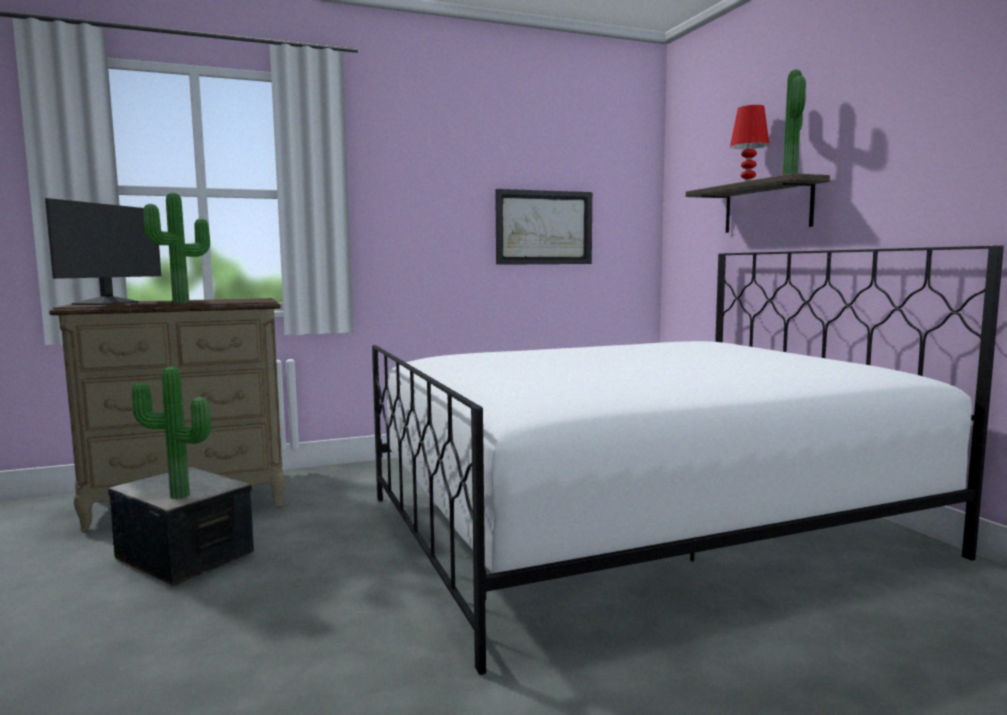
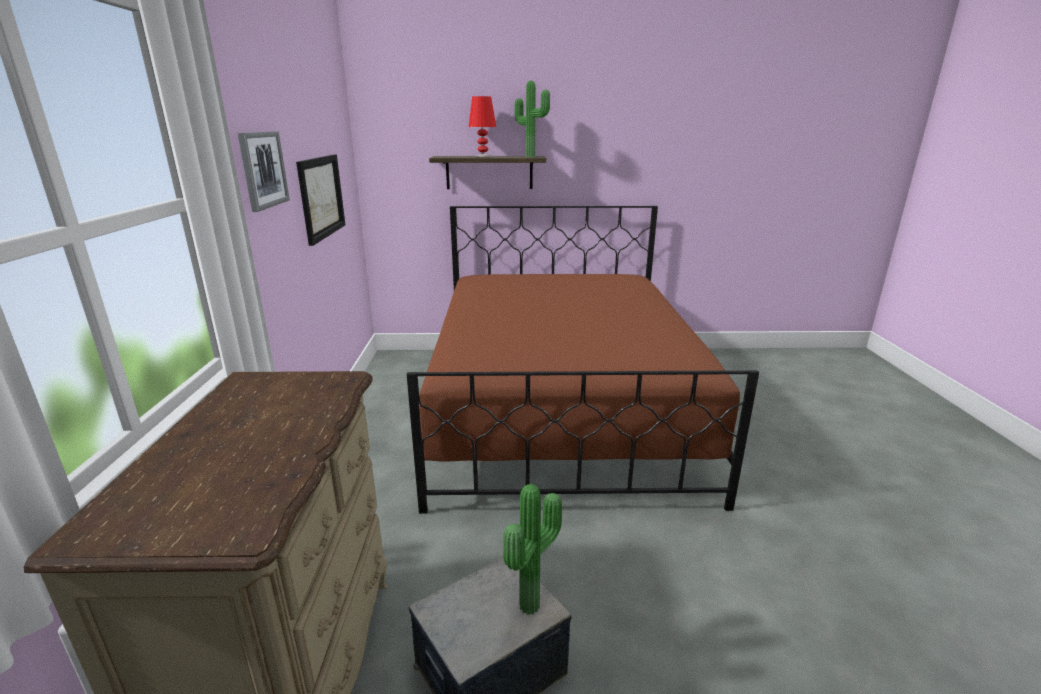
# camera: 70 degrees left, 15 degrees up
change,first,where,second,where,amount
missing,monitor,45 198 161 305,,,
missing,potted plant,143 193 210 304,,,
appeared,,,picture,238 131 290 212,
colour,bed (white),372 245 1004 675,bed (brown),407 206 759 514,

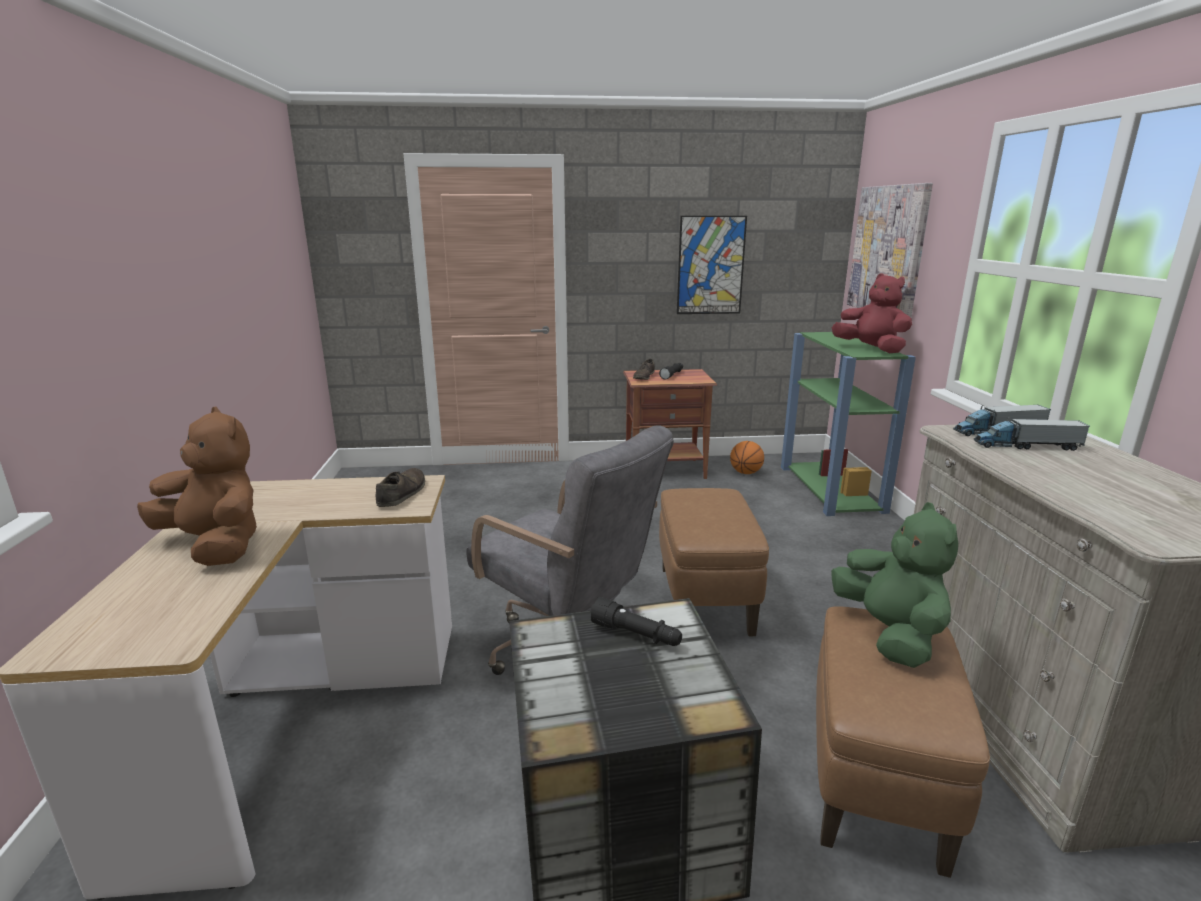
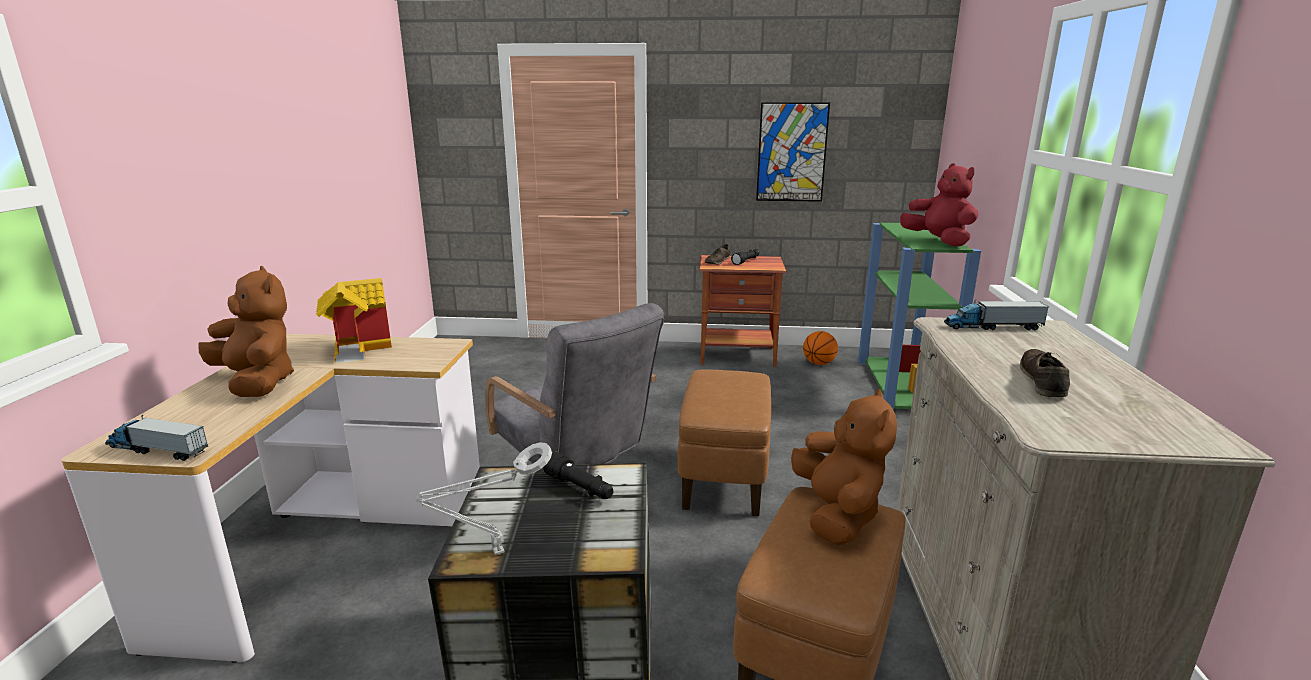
# camera: 10 degrees right, 0 degrees up
change,first,where,second,where,amount
missing,picture,847 183 933 317,,,
appeared,,,toy house,316 278 392 364,
appeared,,,table lamp (grey),416 443 552 555,
relocated,shoe (brown),376 468 425 507,,1020 349 1070 397,
relocated,toy truck,974 417 1090 451,,105 415 208 461,
colour,plush toy (green),831 502 958 668,plush toy (brown),791 389 897 546,

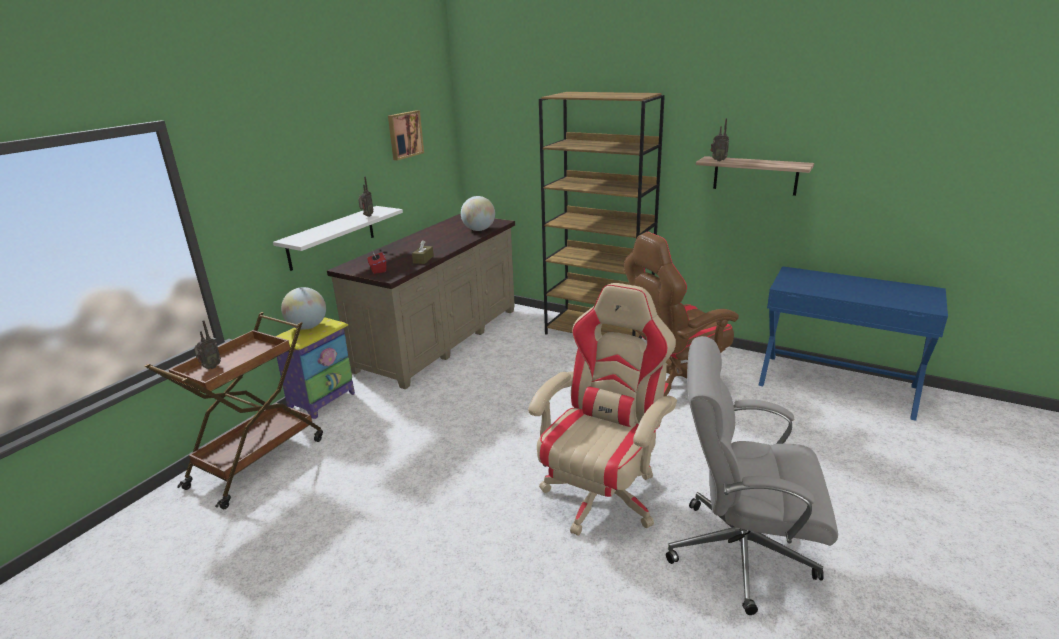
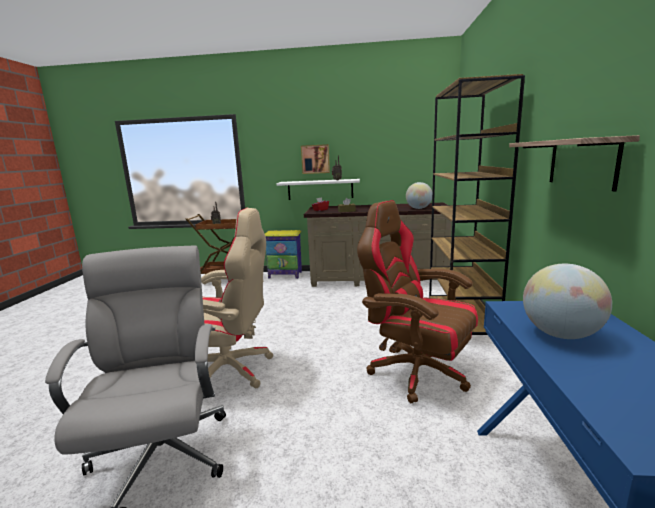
# camera: 65 degrees right, 10 degrees down
change,first,where,second,where,amount
missing,radio,711 118 729 161,,,
relocated,globe,281 287 326 330,,523 263 612 339,
relocated,picture,388 110 424 160,,301 144 330 174,

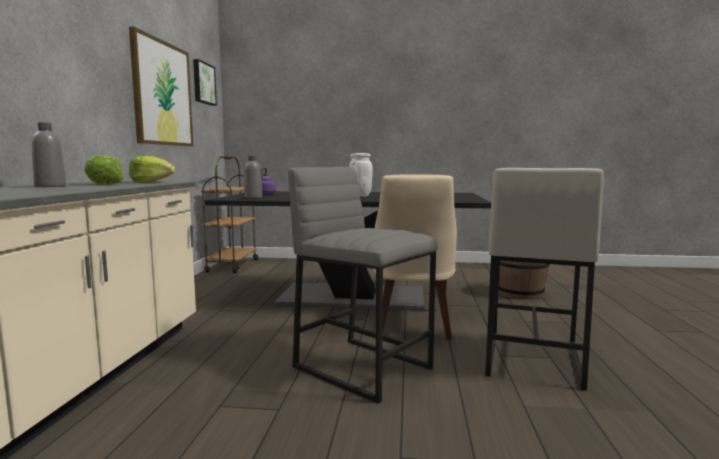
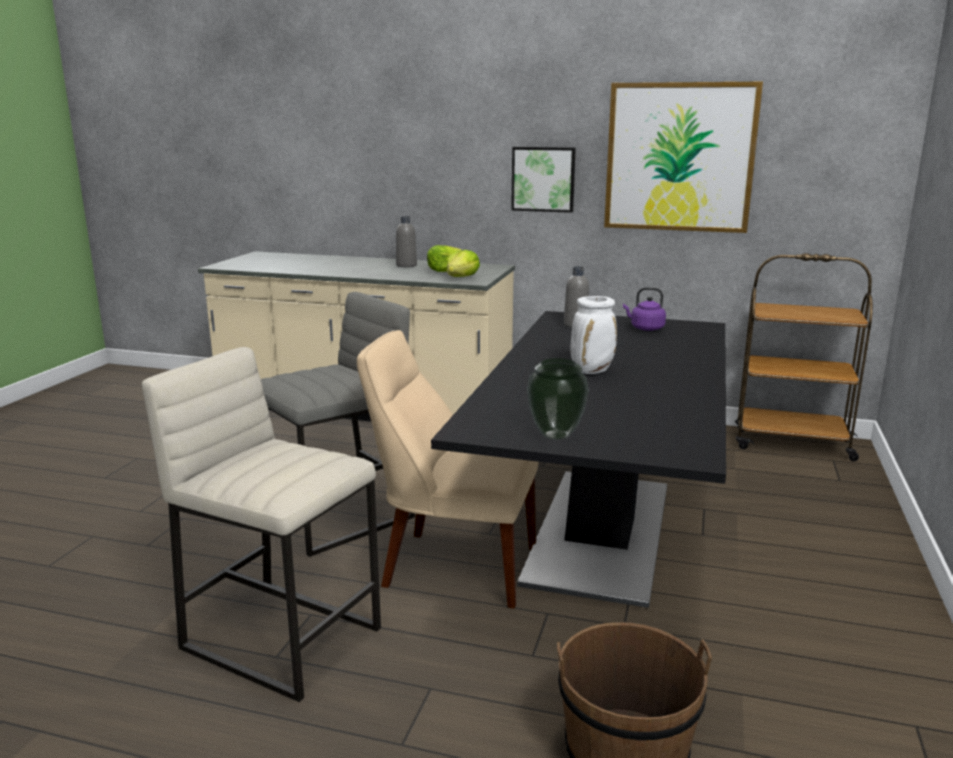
# camera: 100 degrees right, 10 degrees up
change,first,where,second,where,amount
appeared,,,vase,527 358 589 440,
relocated,picture,193 59 217 106,,511 147 576 213,

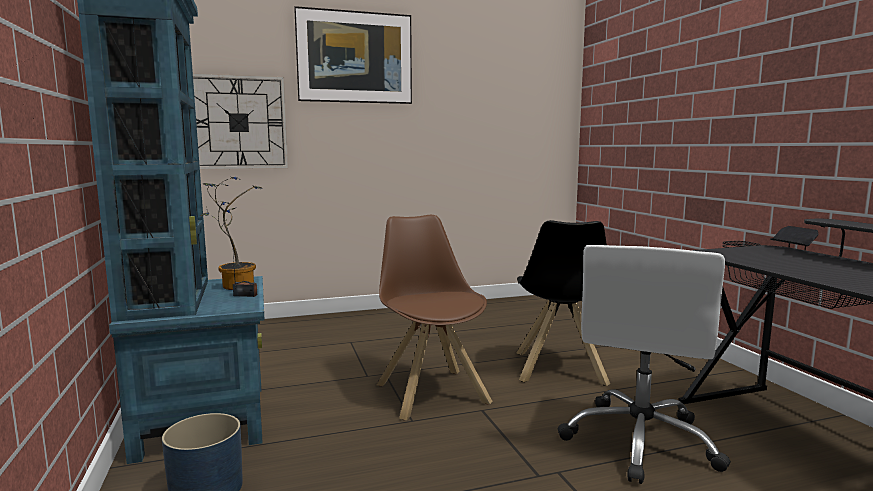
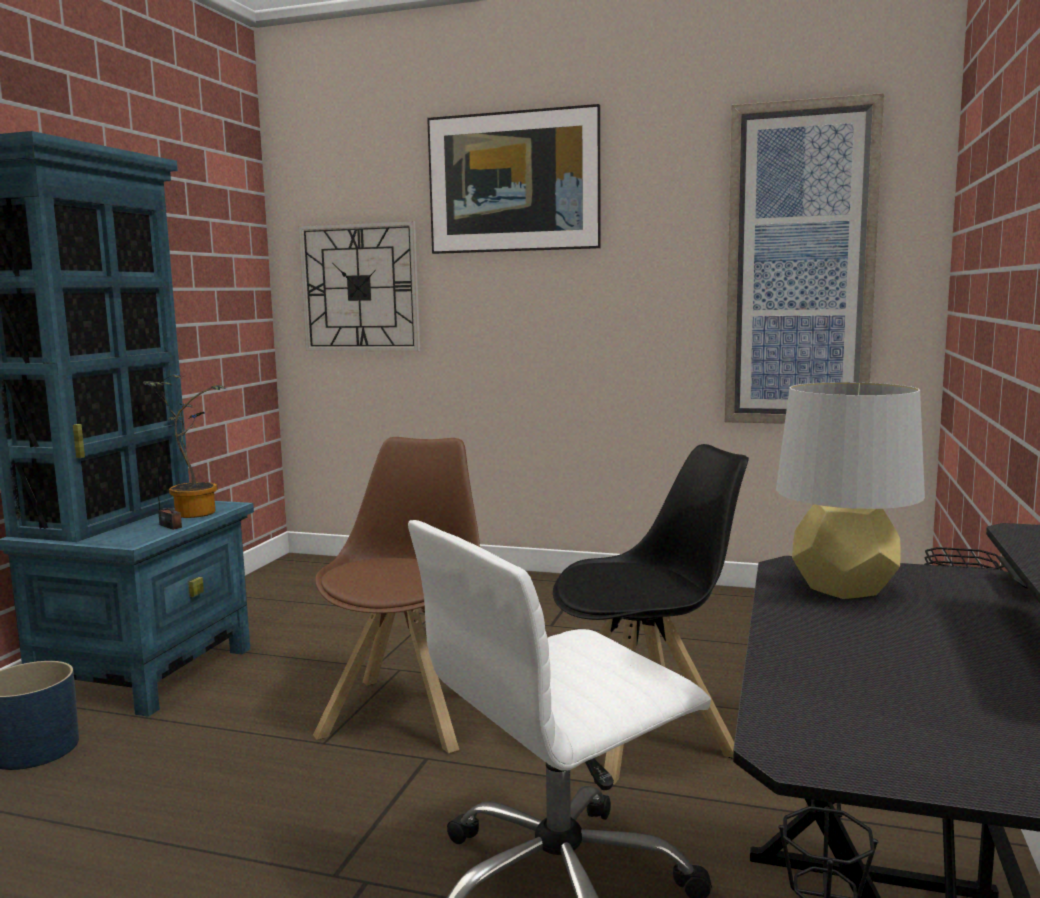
# camera: 35 degrees right, 0 degrees up
change,first,where,second,where,amount
appeared,,,picture,725 93 884 424,
appeared,,,table lamp (grey),776 382 925 599,
spun,chair (black),517 220 610 386,,553 444 749 785,150 degrees counterclockwise

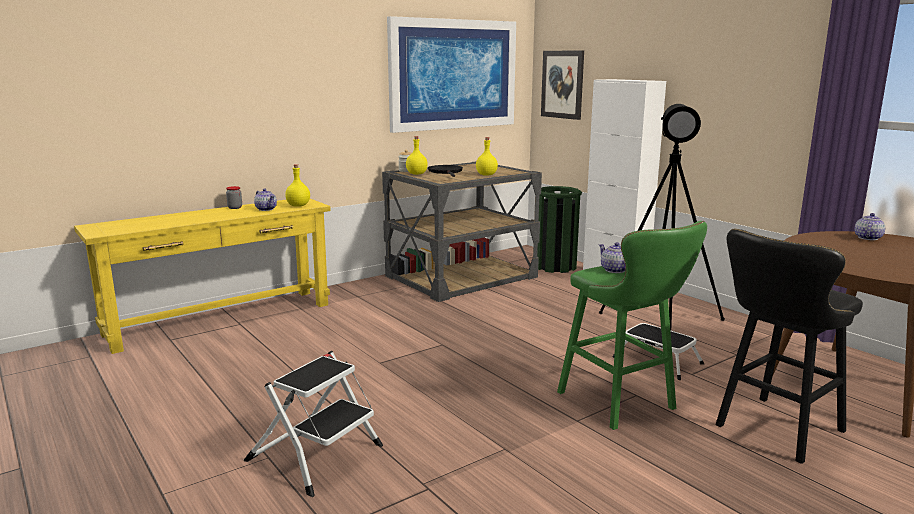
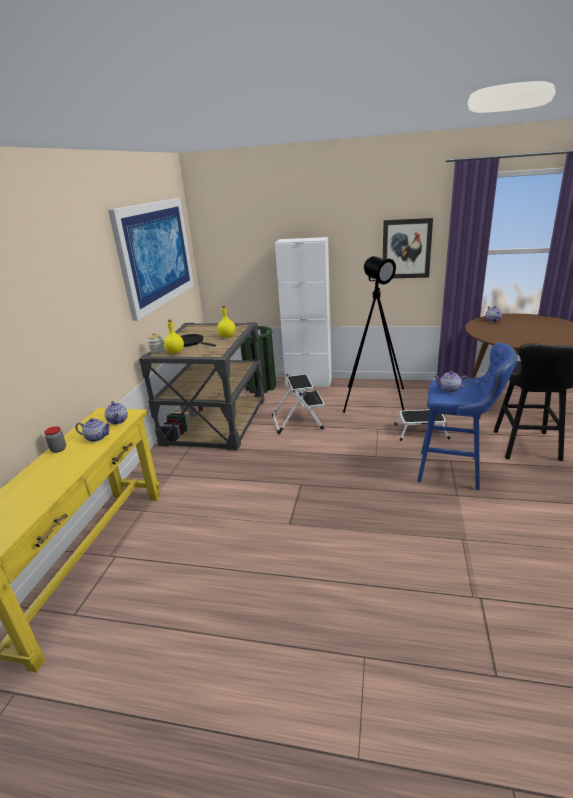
# camera: 40 degrees left, 10 degrees up
change,first,where,second,where,amount
relocated,step ladder,243 351 383 497,,272 374 325 434,
relocated,picture,541 50 584 120,,383 218 433 278,
exchanged,bottle (yellow),285 164 310 207,teapot,104 401 128 425,
colour,stool (green),557 221 707 430,stool (blue),417 343 518 490,

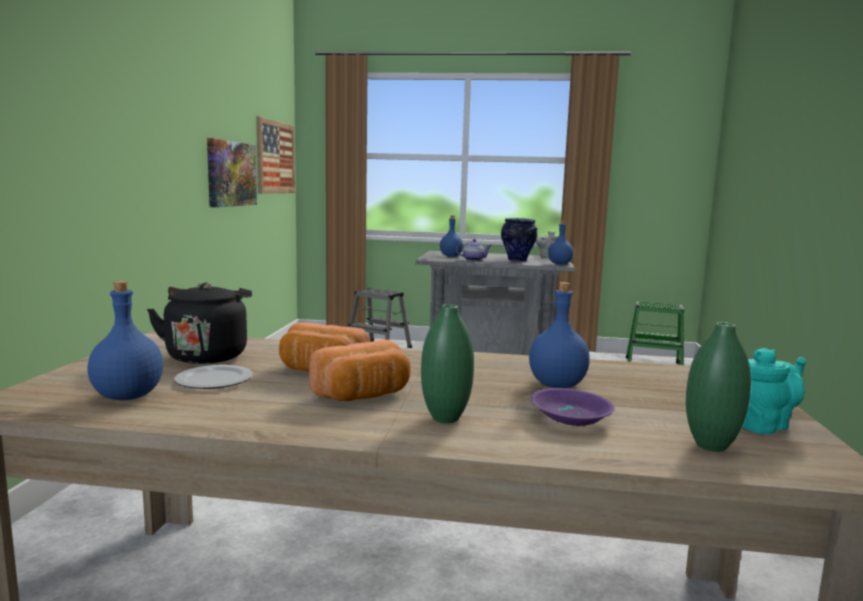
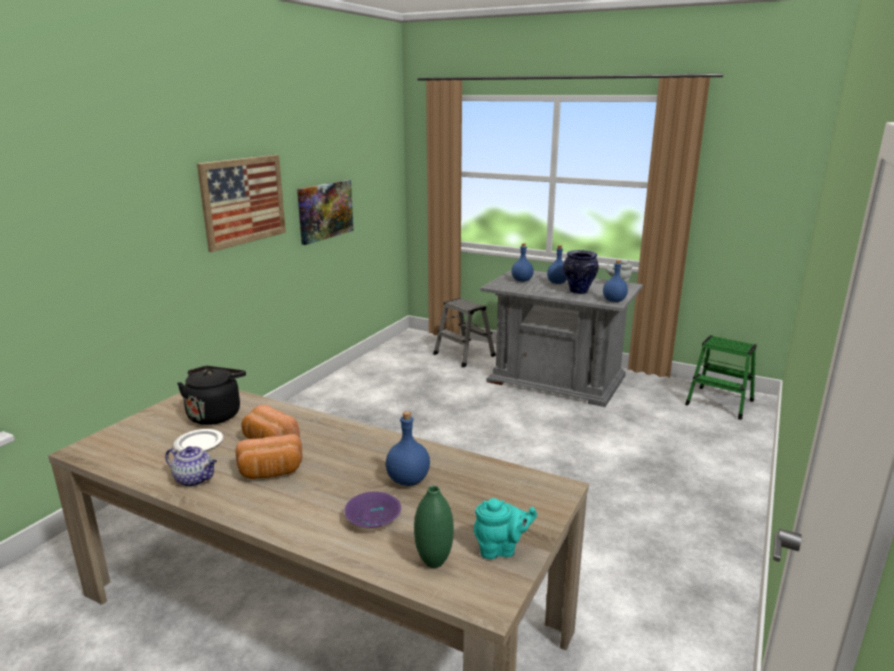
# camera: 20 degrees right, 10 degrees up
change,first,where,second,where,amount
missing,vase (green),421 304 474 423,,,
relocated,bottle (blue),87 281 163 400,,547 245 567 284,
relocated,picture,256 116 295 194,,197 155 286 252,
relocated,teapot,456 239 492 261,,165 446 217 487,

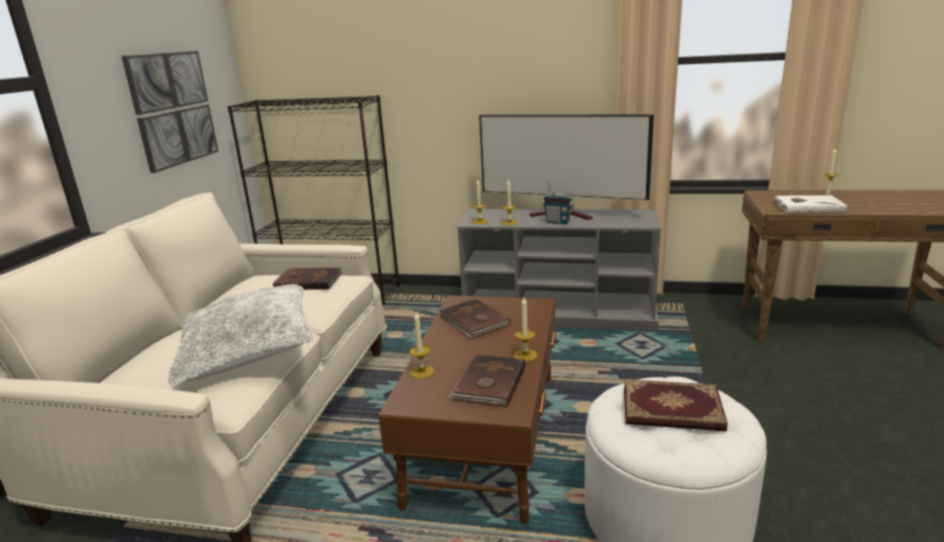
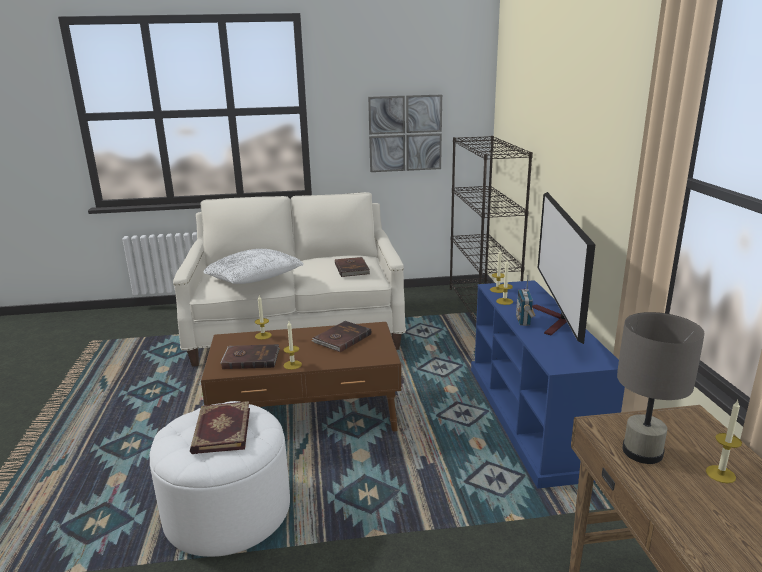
# camera: 70 degrees right, 0 degrees up
change,first,where,second,where,amount
exchanged,book (white),774 195 847 213,table lamp (grey),617 312 704 464,
colour,tv stand (grey),457 209 661 331,tv stand (blue),471 280 625 489,

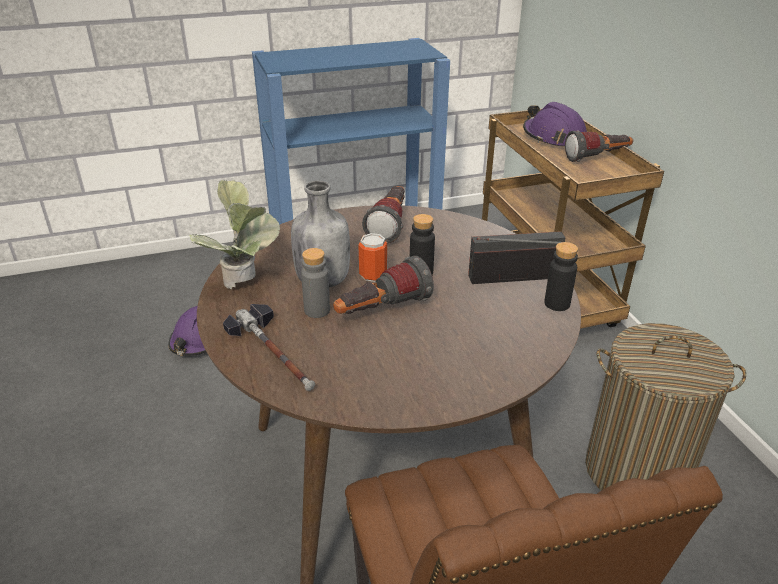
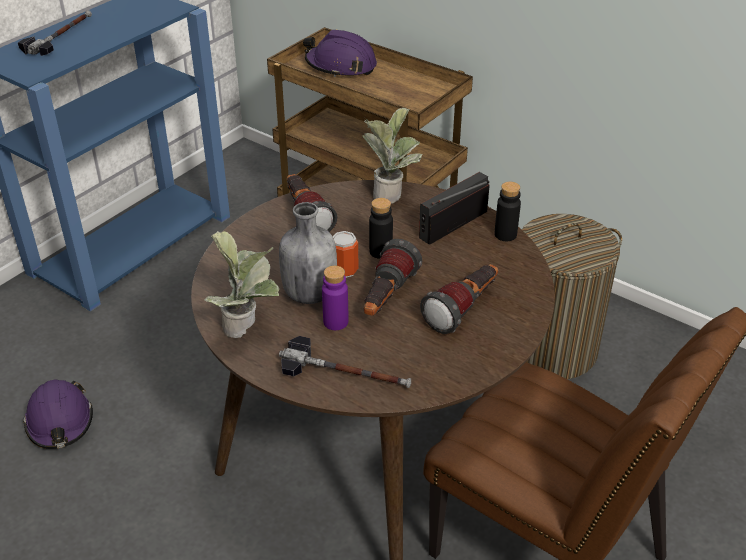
# camera: 35 degrees left, 5 degrees up
change,first,where,second,where,amount
appeared,,,hammer,18 10 92 56,
appeared,,,potted plant,362 108 422 204,
relocated,flashlight,565 131 633 162,,420 264 498 334,
colour,bottle (grey),301 248 330 318,bottle (purple),322 266 348 330,

